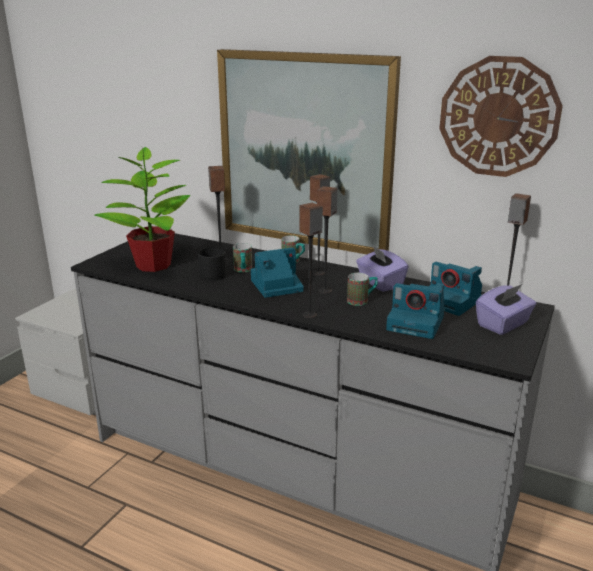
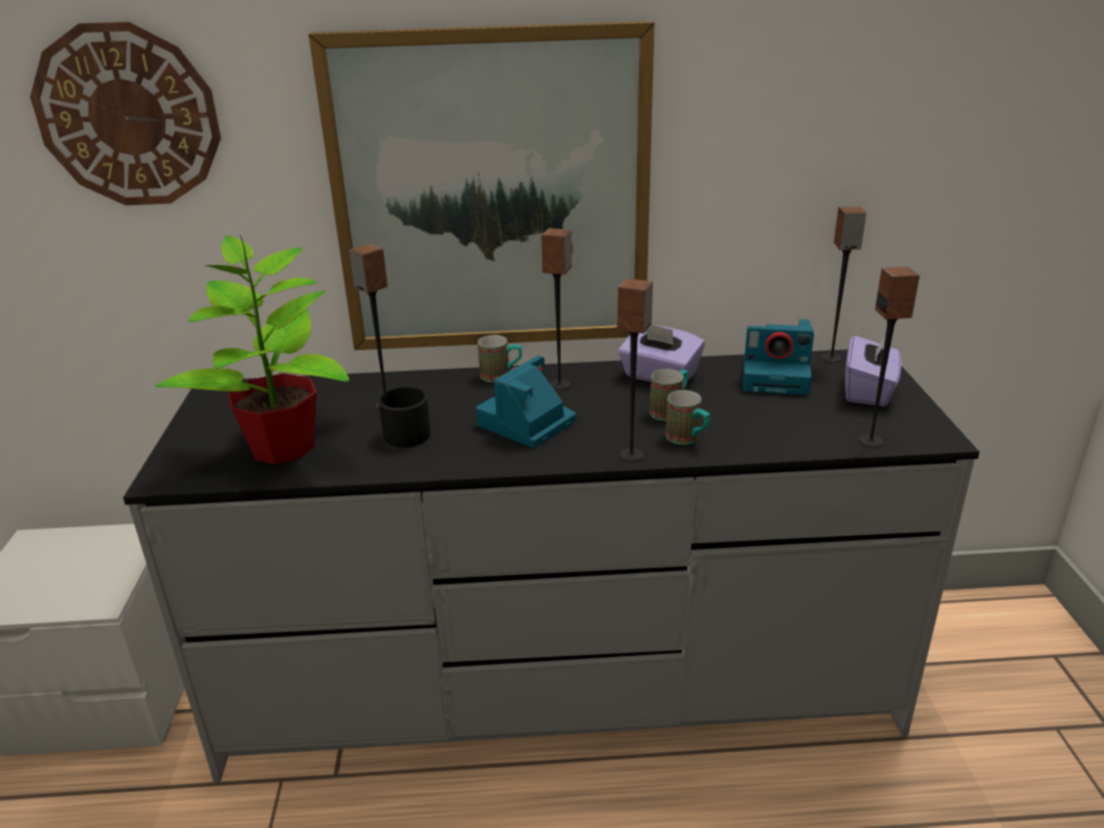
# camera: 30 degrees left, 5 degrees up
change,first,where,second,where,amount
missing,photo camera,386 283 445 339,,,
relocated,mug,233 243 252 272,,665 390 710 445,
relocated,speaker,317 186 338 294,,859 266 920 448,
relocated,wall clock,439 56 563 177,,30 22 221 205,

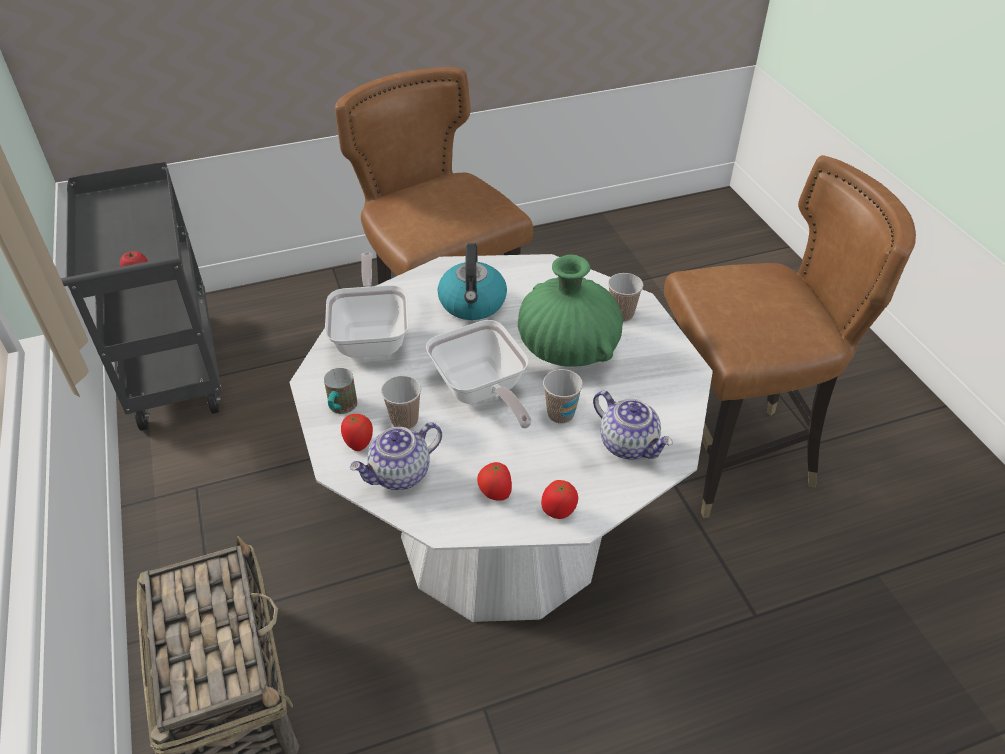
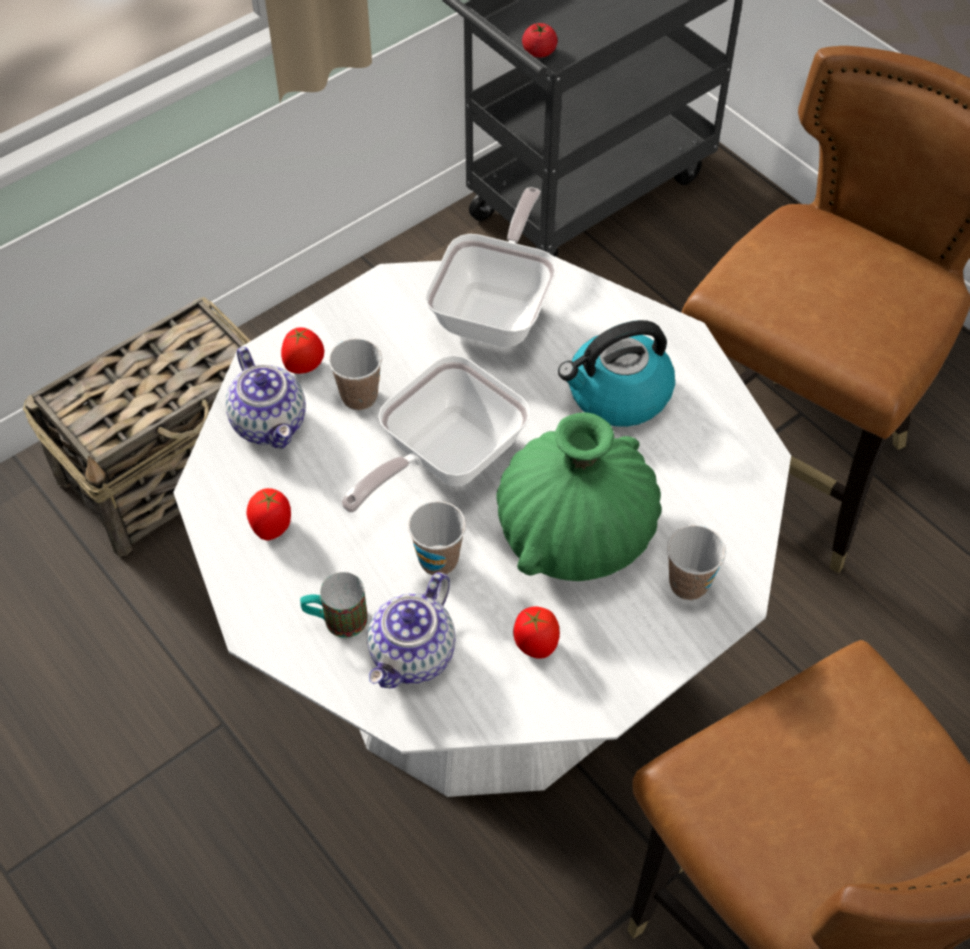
# camera: 70 degrees right, 10 degrees up
change,first,where,second,where,amount
relocated,mug,324 368 357 414,,300 572 368 638,
relocated,tomato,541 480 578 519,,513 606 560 659,
spun,frying pan,325 253 409 358,,425 187 558 347,45 degrees counterclockwise
spun,teapot,349 422 442 490,,225 347 306 449,150 degrees counterclockwise

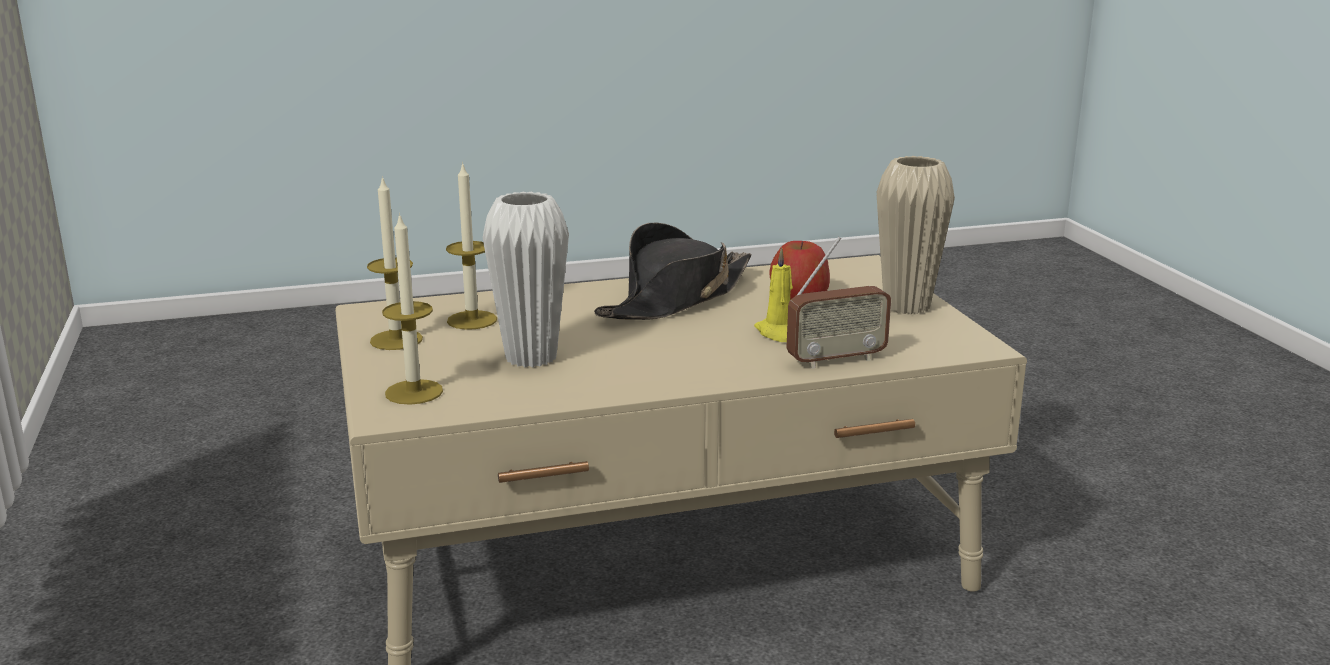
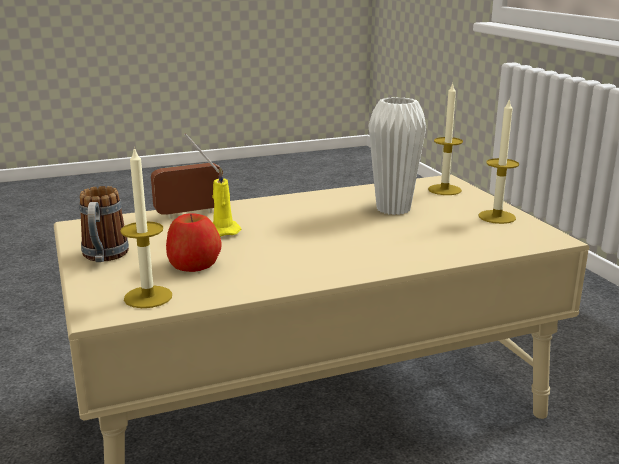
# camera: 175 degrees right, 0 degrees up
change,first,where,second,where,amount
missing,hat (black),594 223 751 320,,,
relocated,candle,446 162 497 330,,120 146 172 308,
exchanged,vase (beige),877 156 955 314,mug,79 186 129 262,

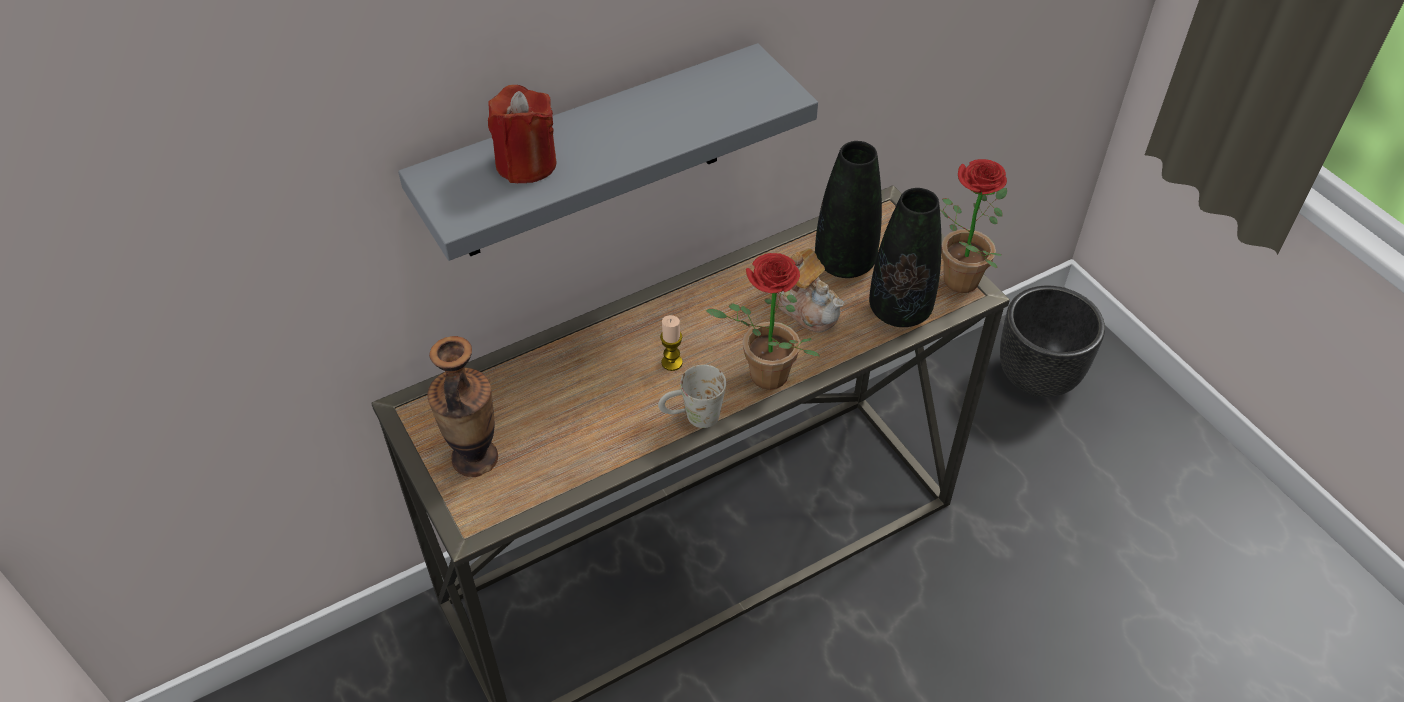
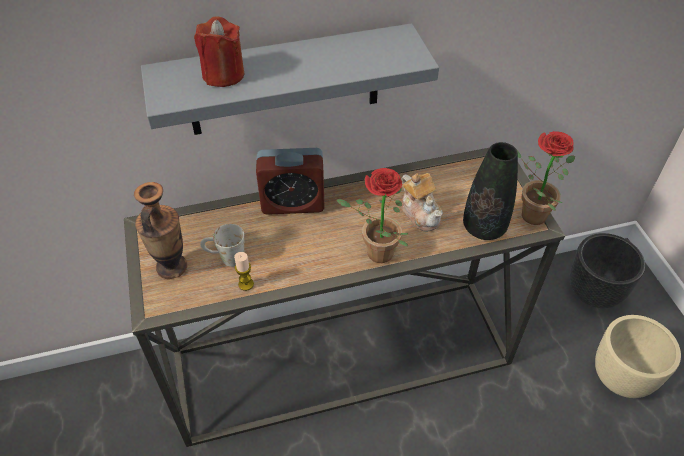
# camera: 15 degrees right, 0 degrees up
change,first,where,second,where,amount
missing,vase (black),815 141 882 278,,,
appeared,,,alarm clock,256 148 325 215,
appeared,,,planter (beige),595 315 681 398,
relocated,mug (white),658 365 726 428,,200 224 244 267,
relocated,candle,660 315 683 371,,234 252 254 291,

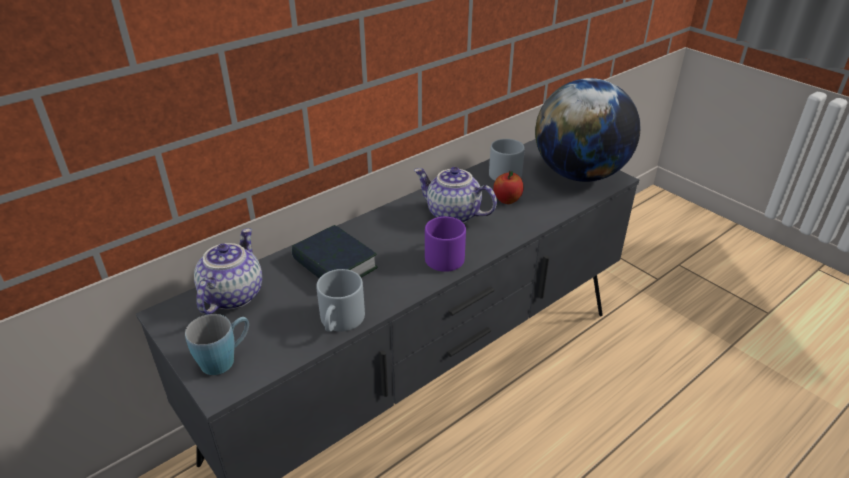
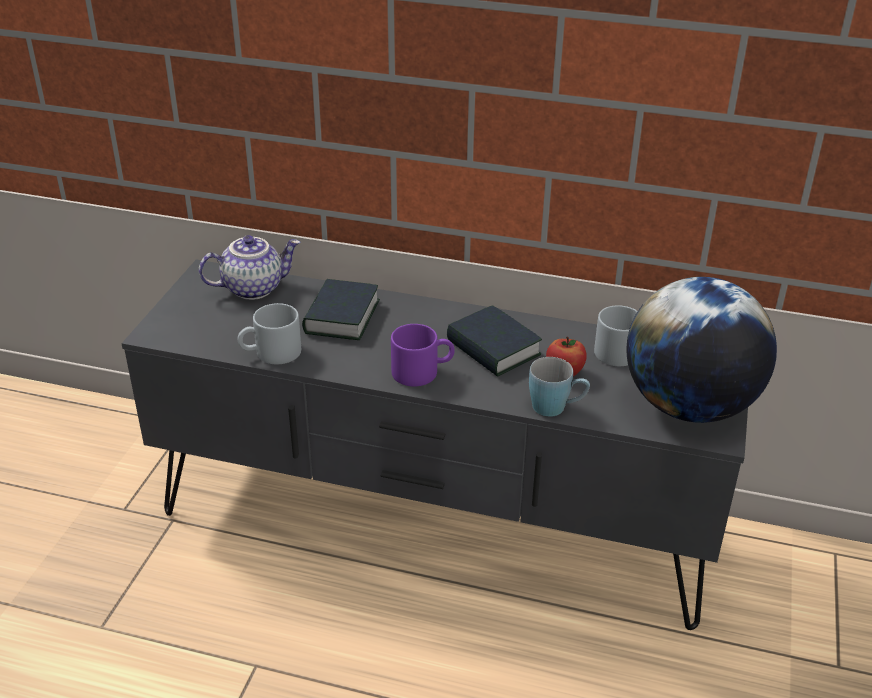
# camera: 55 degrees right, 0 degrees up
change,first,where,second,where,amount
relocated,mug (blue),185 314 249 375,,529 357 590 417,
exchanged,teapot,414 167 497 223,book,447 305 542 377,

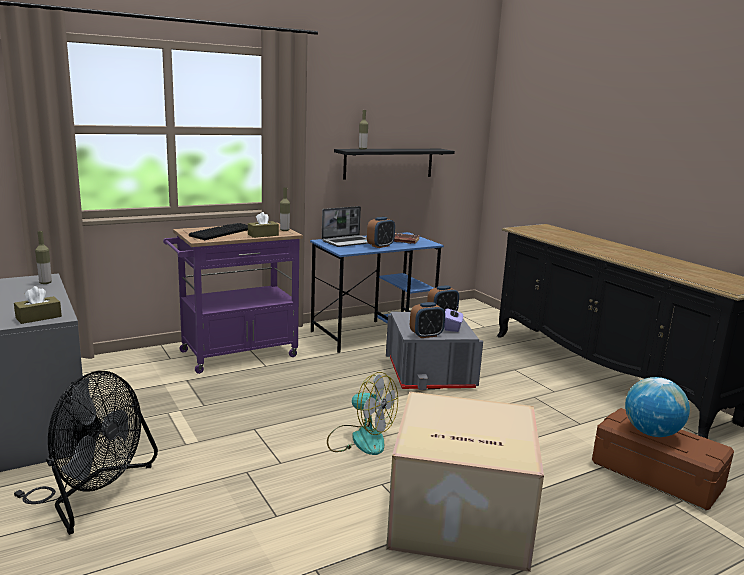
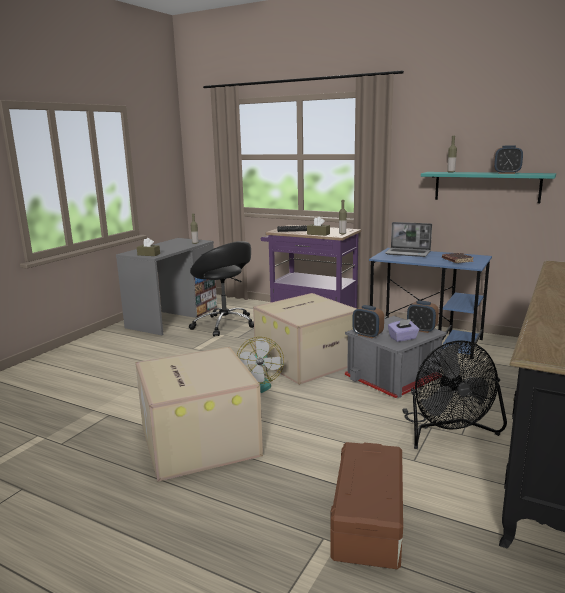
# camera: 60 degrees right, 0 degrees up
change,first,where,second,where,amount
missing,globe,625 377 690 437,,,
appeared,,,office chair (black),189 241 254 336,
appeared,,,cardboard box,253 293 356 385,
relocated,fan (black),14 371 158 535,,403 340 507 449,
relocated,alarm clock,367 217 395 248,,493 145 523 174,
colour,shelf (black),334 149 455 180,shelf (turquoise),421 172 556 203,

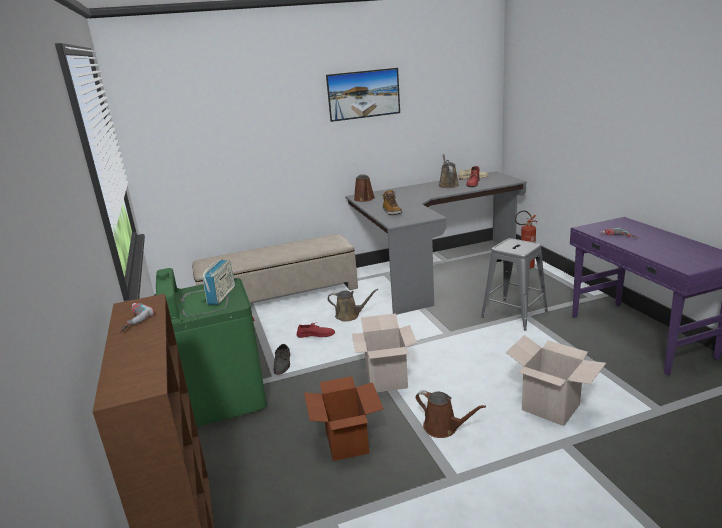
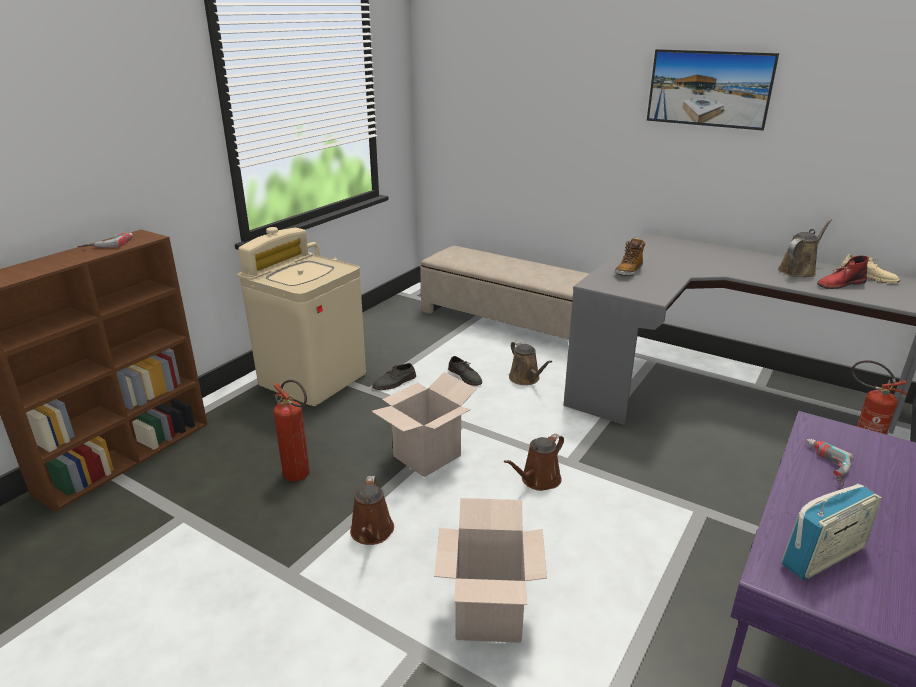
# camera: 50 degrees right, 5 degrees up
change,first,where,second,where,amount
missing,stool (grey),481 238 548 330,,,
relocated,radio,203 260 235 305,,781 483 882 580,
relocated,watering can (brown),354 174 375 202,,504 434 564 491,
exchanged,cardboard box,304 376 384 461,fire extinguisher,273 380 310 481,
colour,washing machine (green),156 268 267 427,washing machine (beige),237 227 366 406,
colour,shoe (red),297 322 335 338,shoe (grey),448 356 482 386,

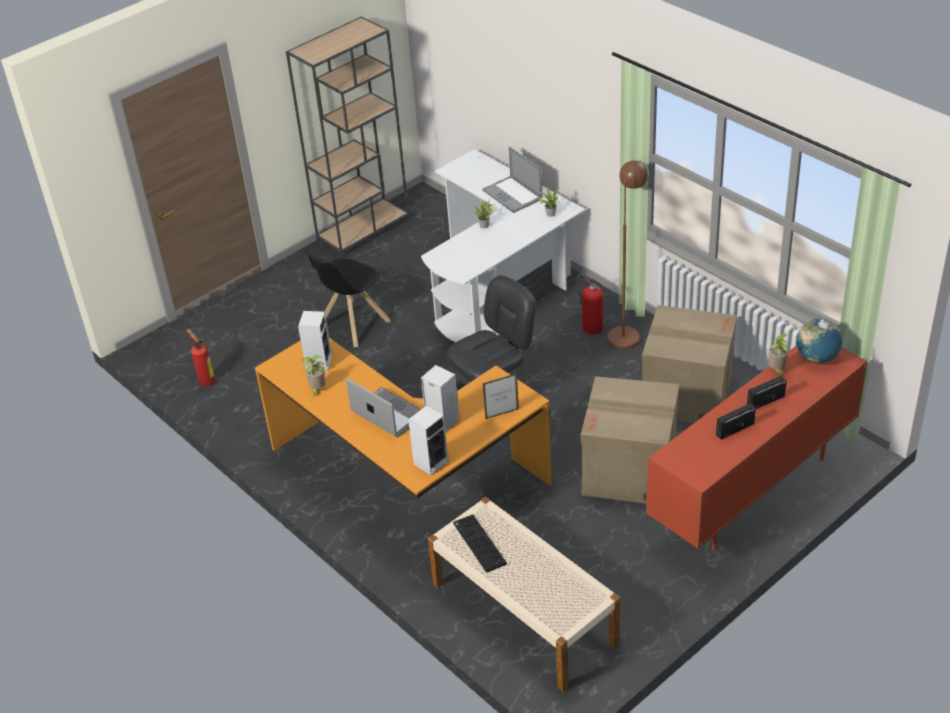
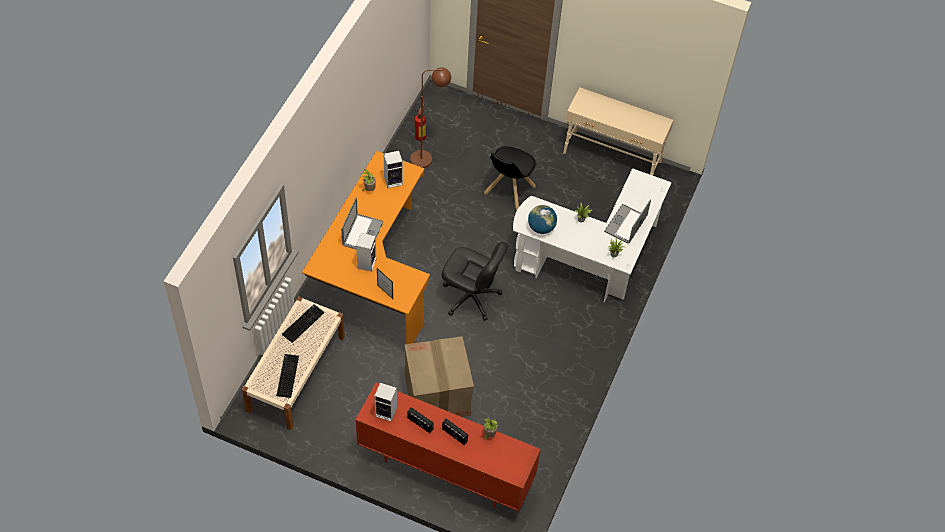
# camera: 60 degrees right, 15 degrees up
change,first,where,second,where,amount
missing,fire extinguisher,577 273 603 335,,,
missing,cardboard box,642 305 737 424,,,
appeared,,,keyboard,277 354 299 398,
relocated,speaker,408 405 448 475,,374 383 397 422,
relocated,floor lamp (brown),607 161 648 349,,410 67 451 168,
relocated,globe,796 319 842 363,,528 205 557 234,
exchanged,bookcase,286 16 410 258,console table (beige),563 87 674 175,
spun,chair (black),304 250 391 347,,484 146 536 211,75 degrees counterclockwise

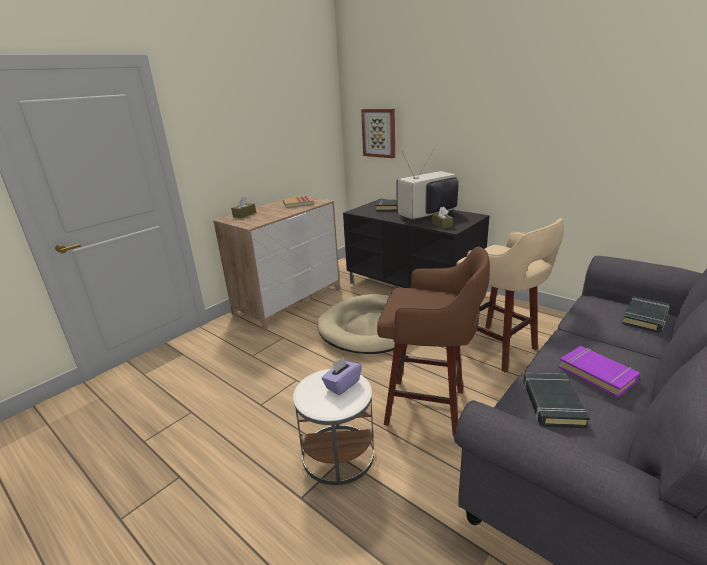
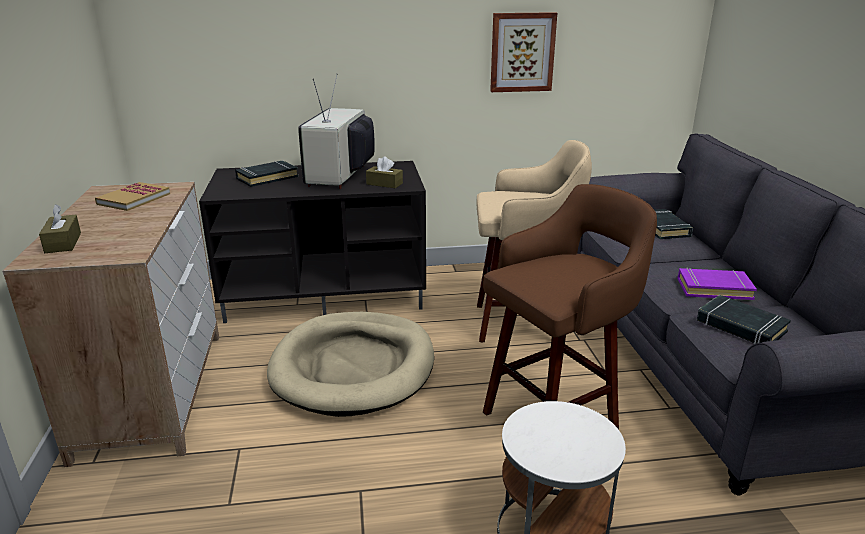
# camera: 50 degrees left, 0 degrees up
change,first,where,second,where,amount
missing,tissue box (purple),321 357 362 395,,,
relocated,picture,361 109 395 158,,490 12 557 92,

